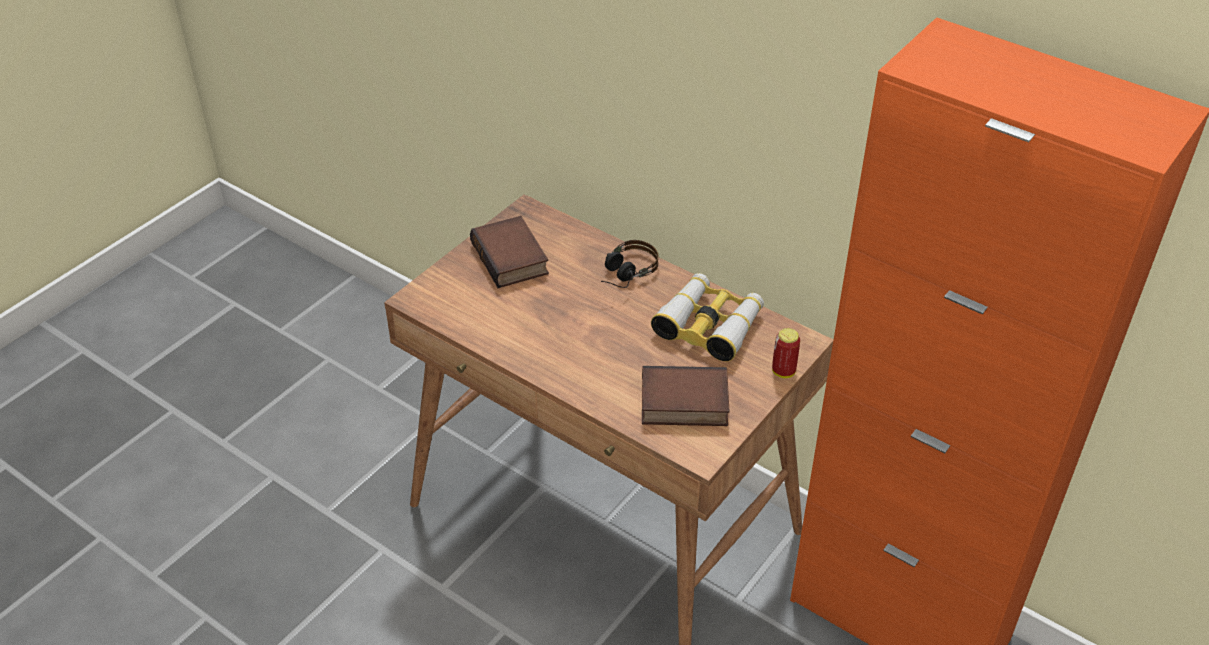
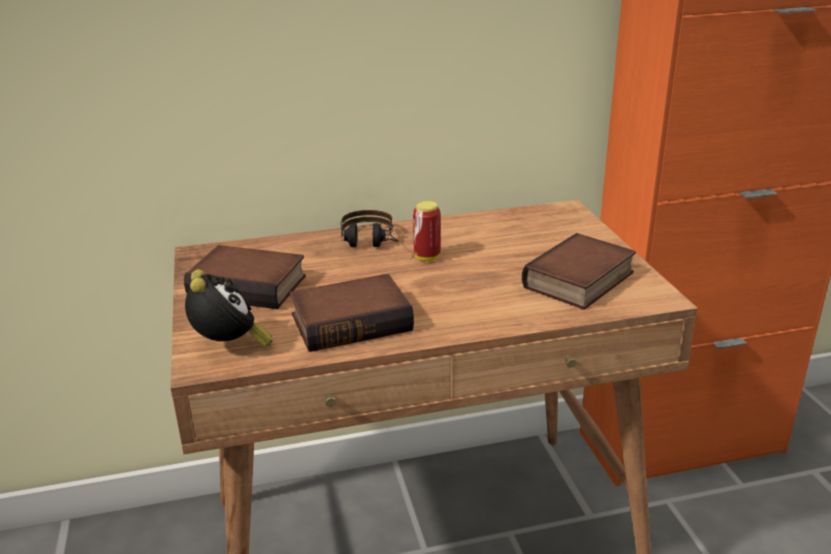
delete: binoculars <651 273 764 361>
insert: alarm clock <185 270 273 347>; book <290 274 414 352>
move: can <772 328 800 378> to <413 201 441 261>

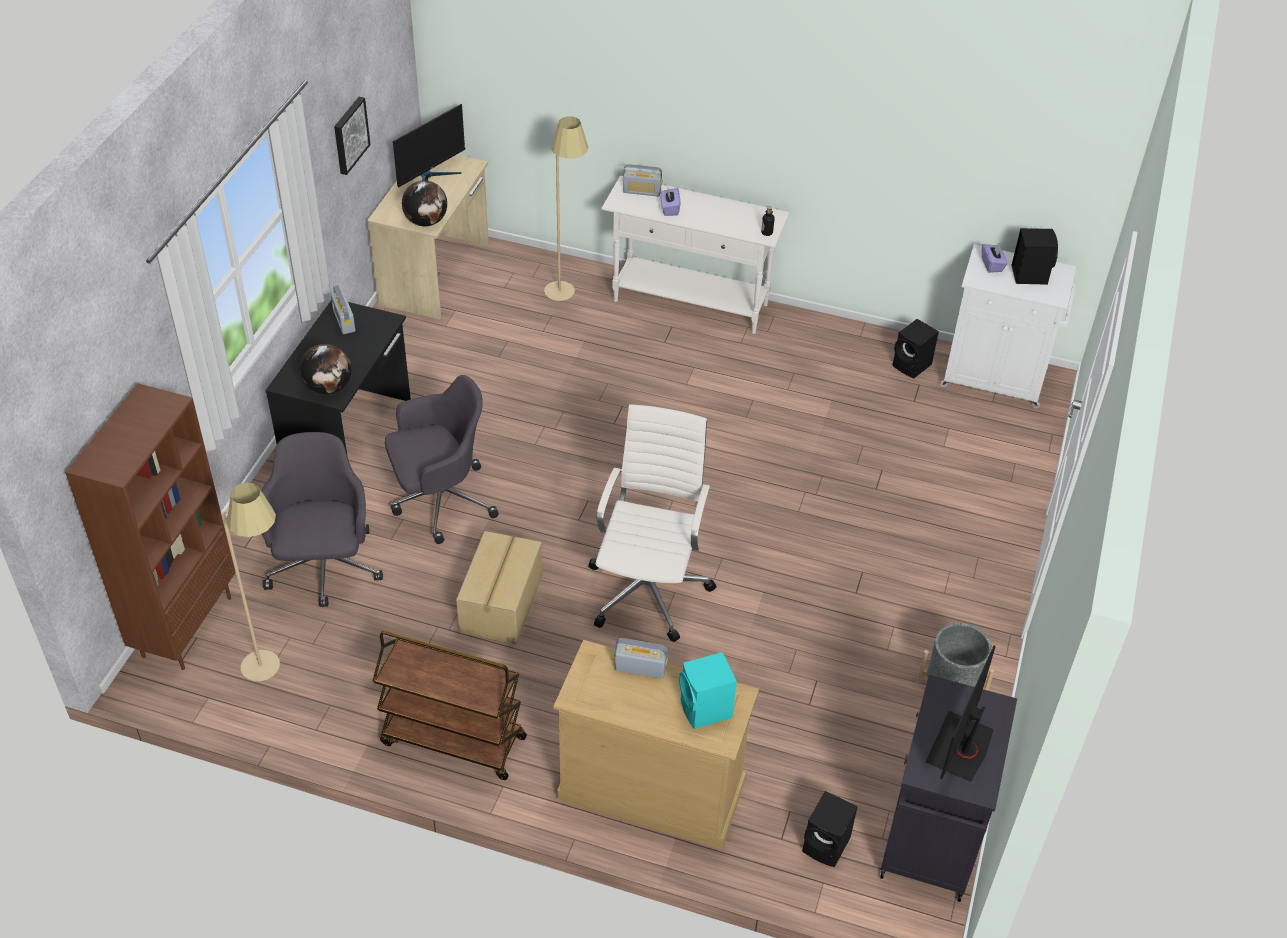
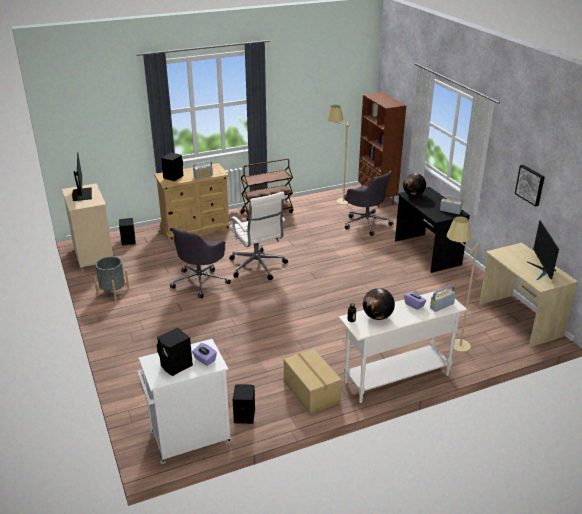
move: grey office chair <385 375 499 544> to <170 228 231 298>; cardboard box <456 531 542 644> to <284 349 342 415>; globe <402 181 447 227> to <363 288 395 320>
recolor: black cabinet <880 675 1017 902> to beige cabinet <62 183 113 272>; turquoise speaker <679 652 737 729> to black speaker <161 153 183 181>

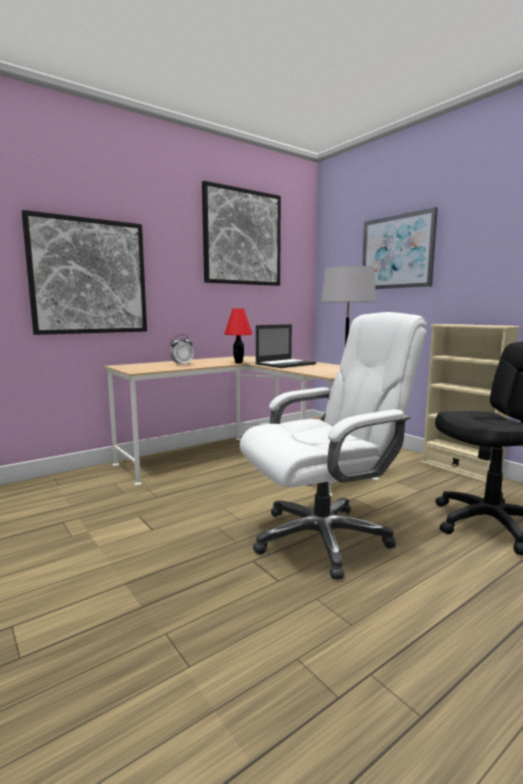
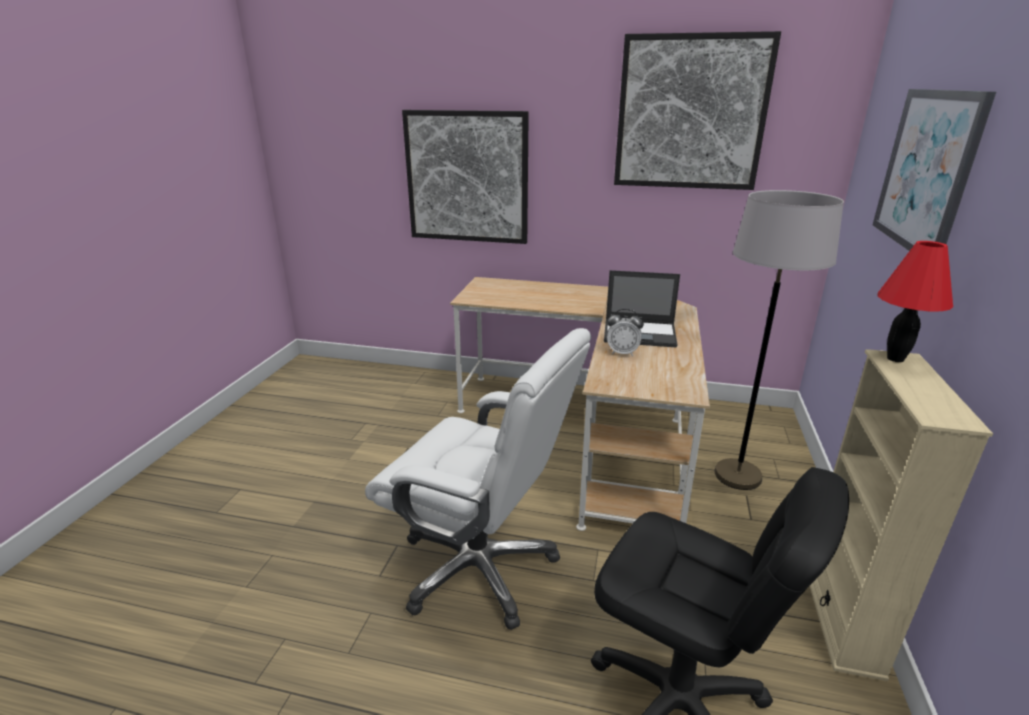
move: alarm clock <170 334 194 366> to <607 309 644 356>; red table lamp <224 309 252 364> to <878 241 953 362>

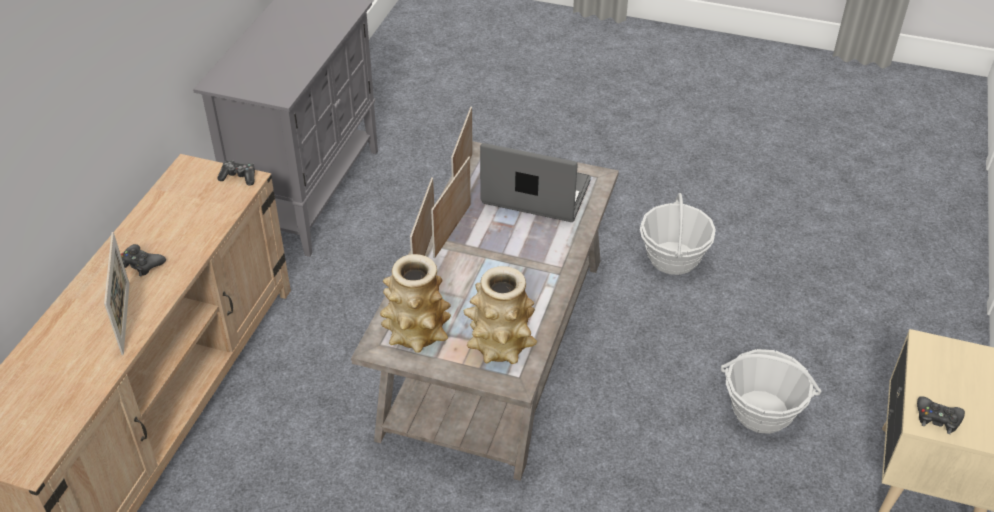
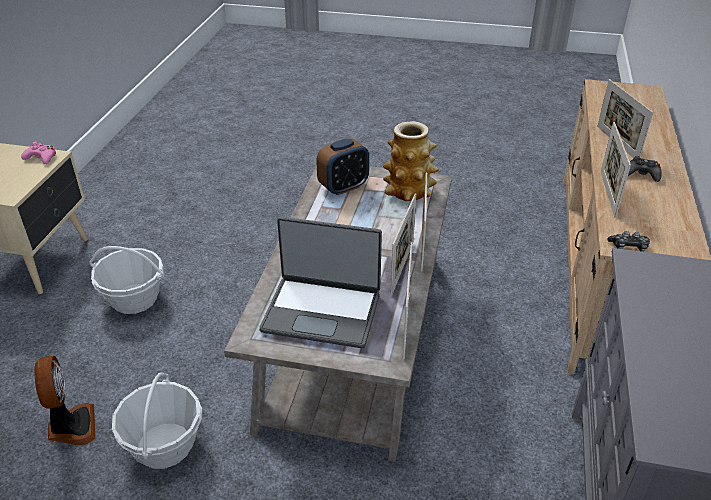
insert: fan <34 356 95 445>; picture frame <601 122 631 218>
replace: vase <464 266 537 364> to alarm clock <316 138 369 196>
recolor: black game controller <917 396 965 434> to pink game controller <21 141 56 164>

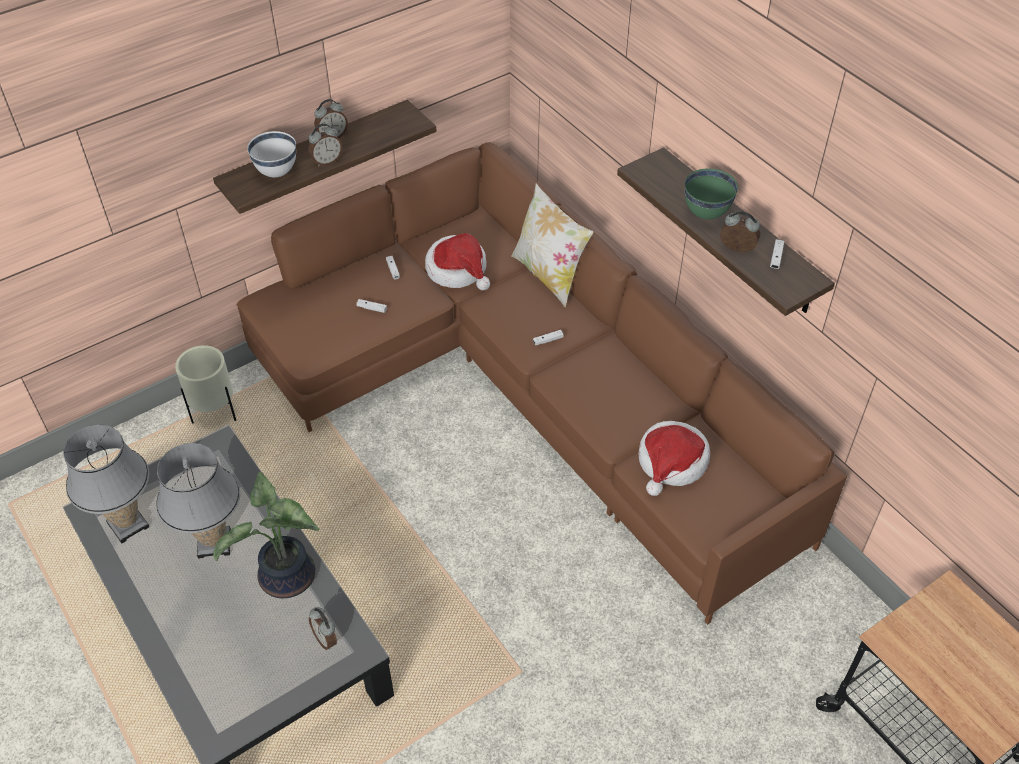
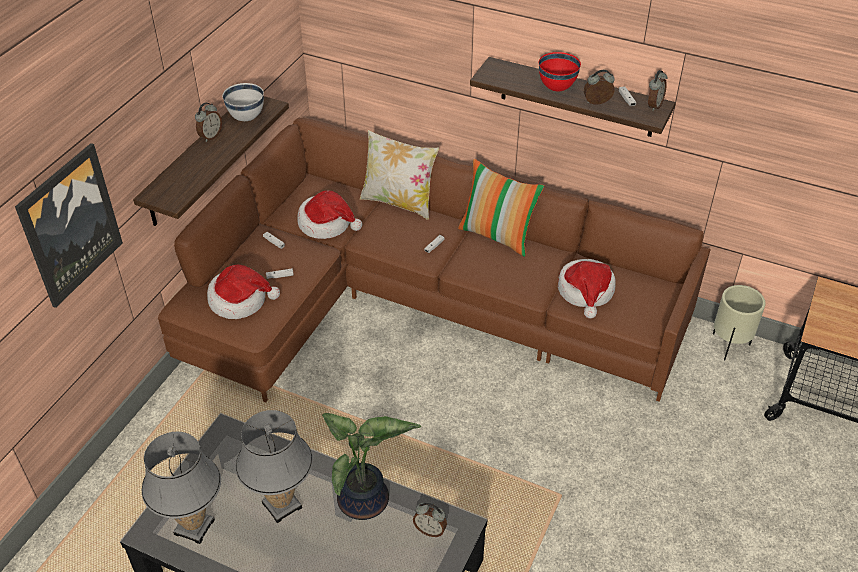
insert: picture <15 143 123 308>; hat <207 264 280 319>; pillow <458 159 544 257>
move: white bowl <247 131 296 178> to <222 83 264 121>; alarm clock <308 124 343 166> to <648 70 667 111>; beige planter <175 345 236 424> to <713 285 765 360>
recolor: green bowl <685 168 738 219> to red bowl <539 52 581 91>

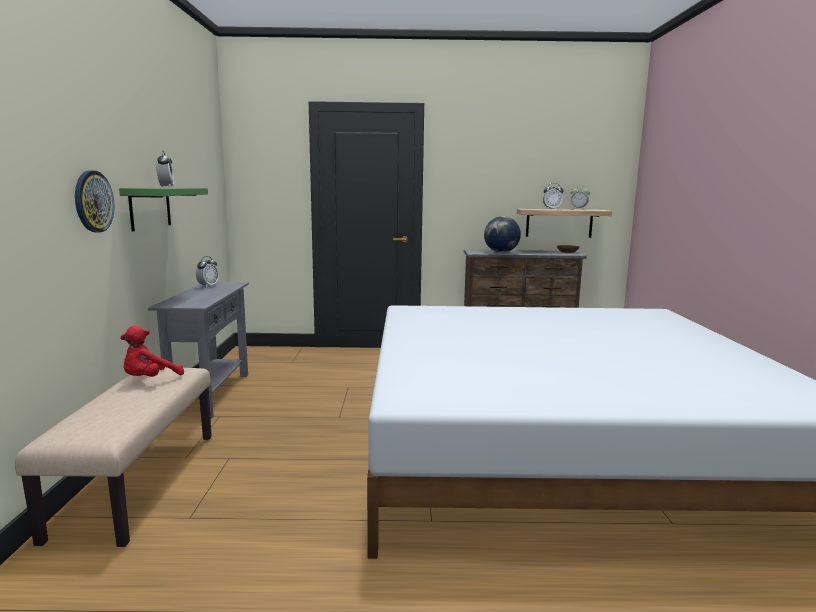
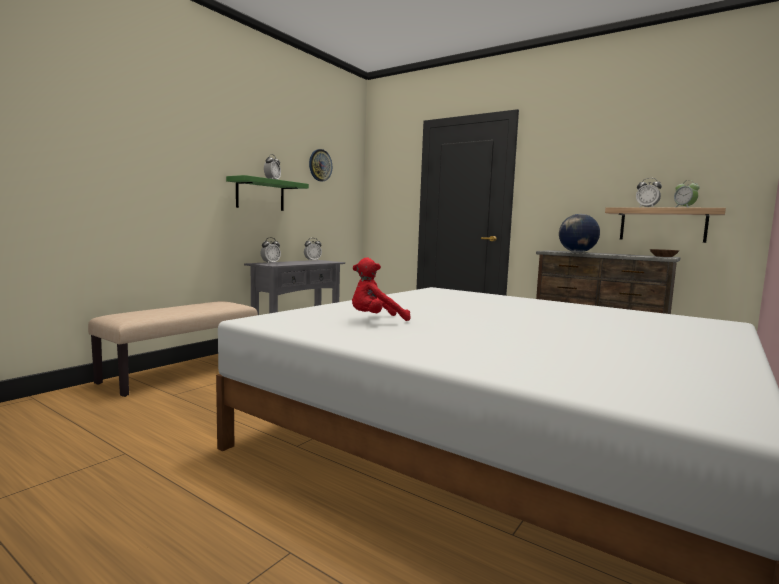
insert: alarm clock <261 237 281 263>
move: wall clock <75 171 115 233> to <309 149 332 181>; red plush toy <120 326 184 377> to <352 257 411 321>

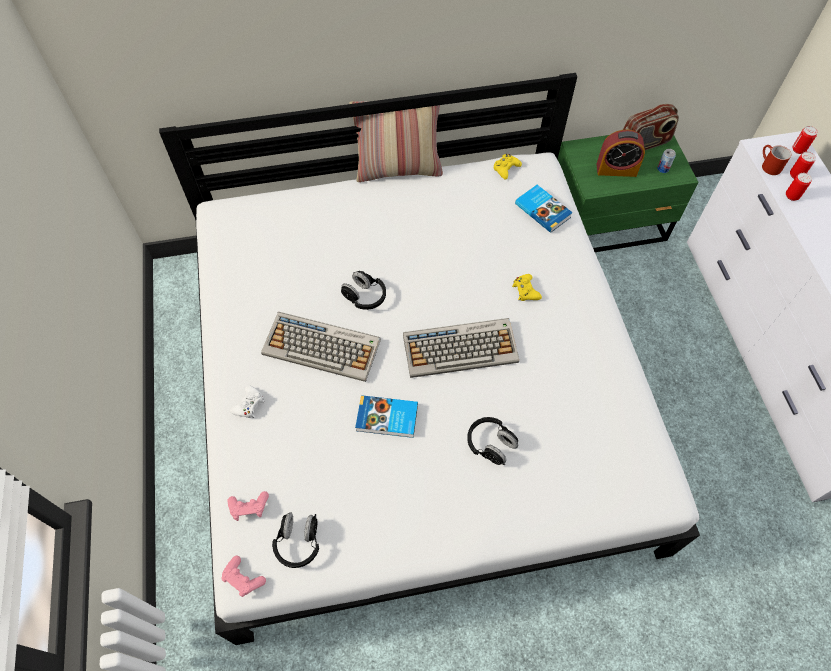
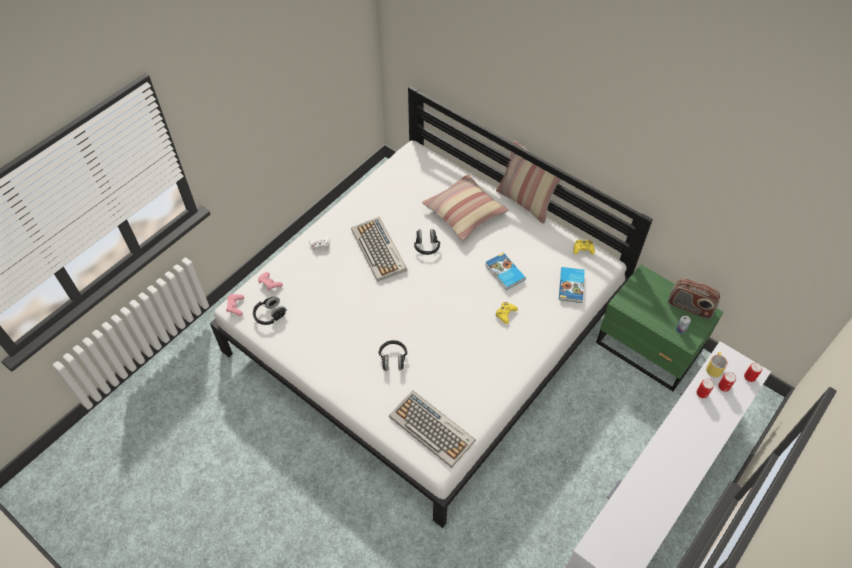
delete: alarm clock <597 130 645 177>
insert: pillow <422 174 509 241>
move: keyboard <403 318 519 378> to <389 390 476 468>; book <355 395 418 438> to <485 253 526 290>
recolor: red mug <762 145 791 175> to yellow mug <706 352 728 377>

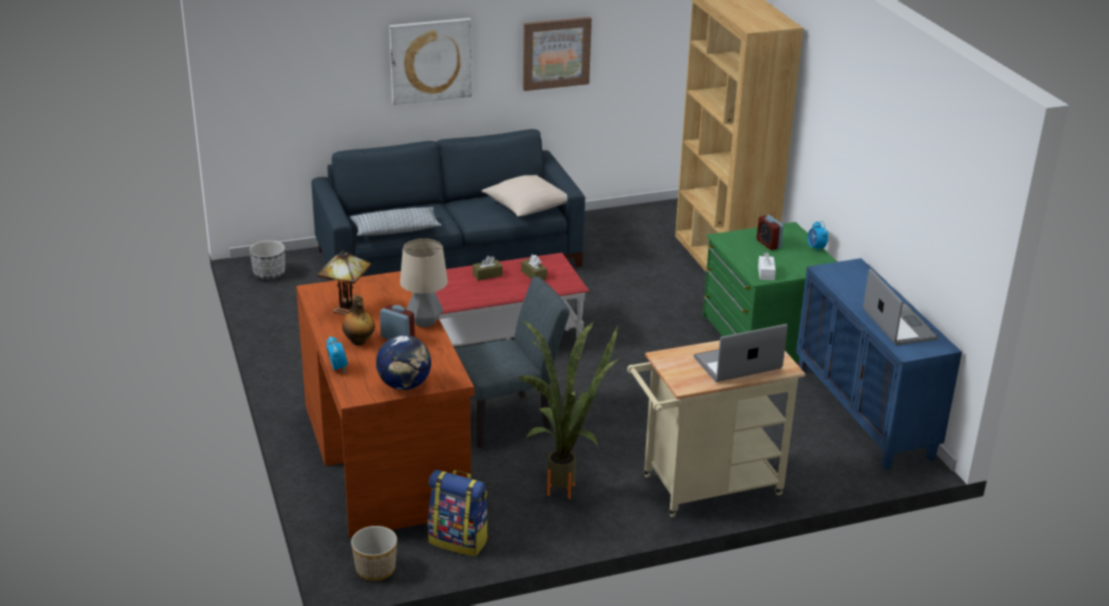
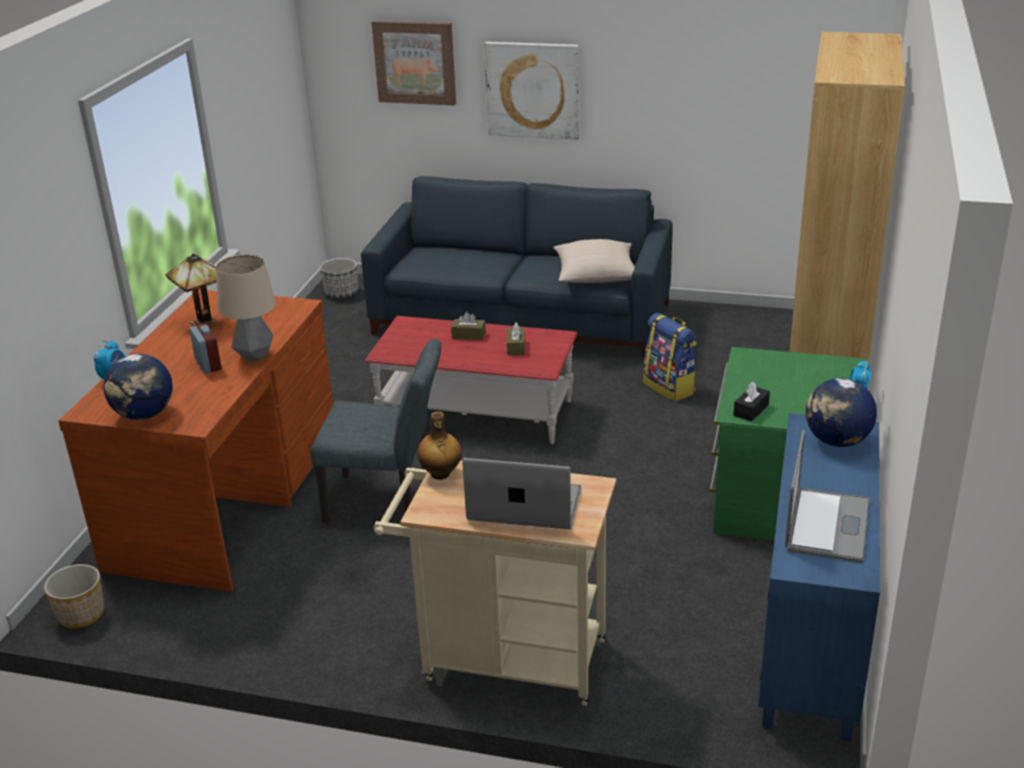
delete: pillow <350 207 441 236>; potted plant <519 321 621 499>; alarm clock <757 215 784 250>
insert: globe <806 378 877 447>
move: picture <523 17 592 91> to <371 20 456 106>; bottle <342 295 375 345> to <417 412 462 480>; backpack <428 470 488 556> to <643 313 697 402>
recolor: white tissue box <758 252 776 280> to black tissue box <733 382 770 422>

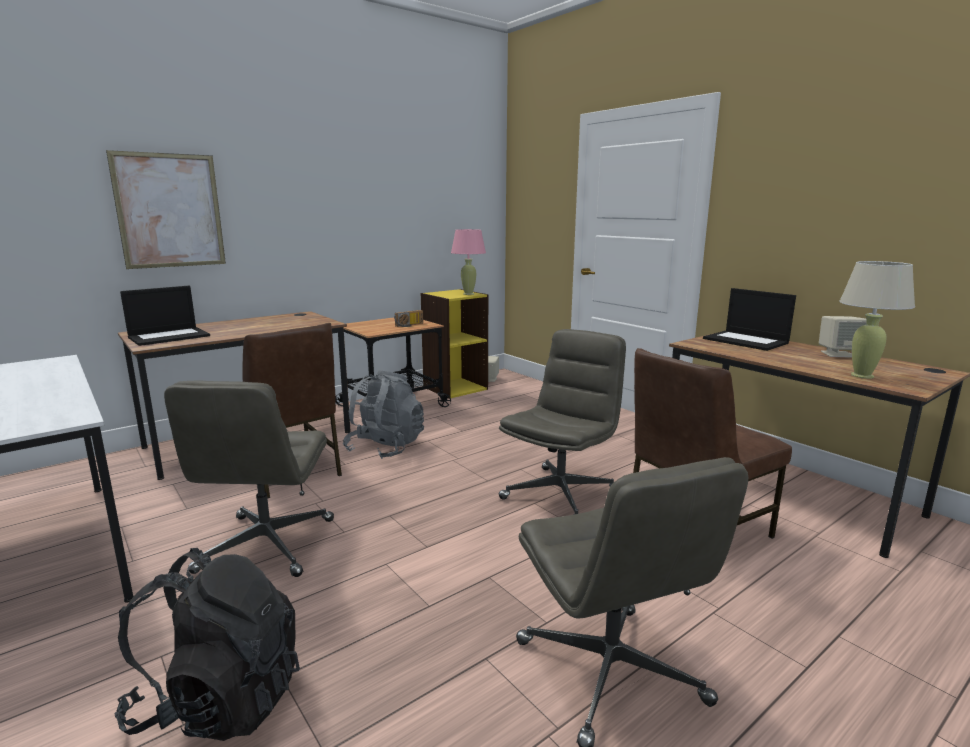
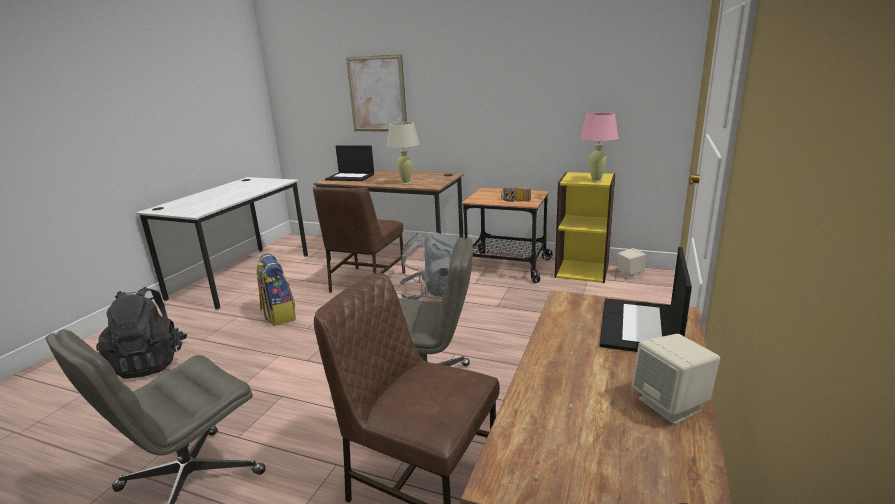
move: beige table lamp <839 261 915 379> to <387 122 420 184>
replace: grey office chair <164 381 334 577> to backpack <257 253 296 325>

